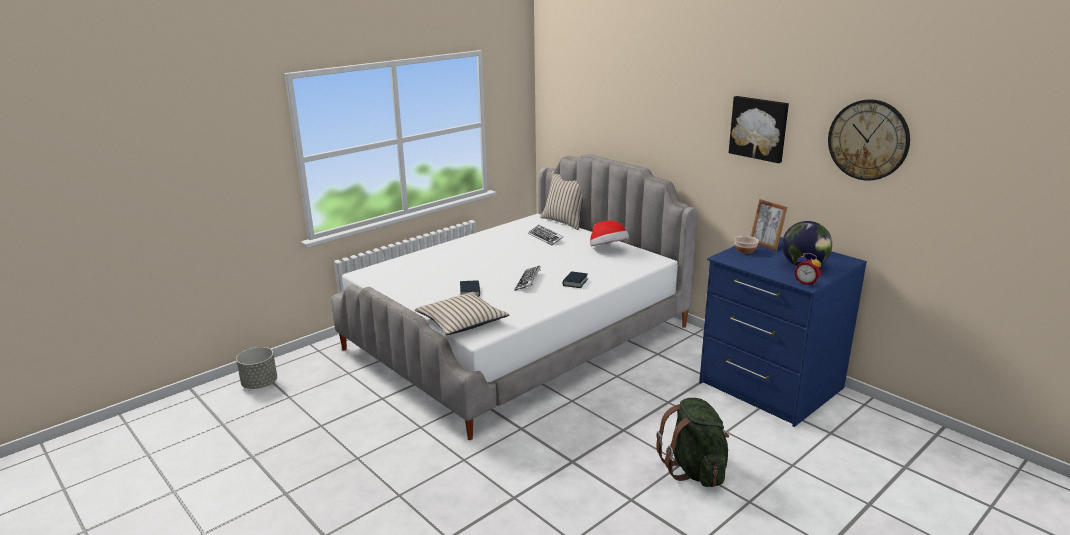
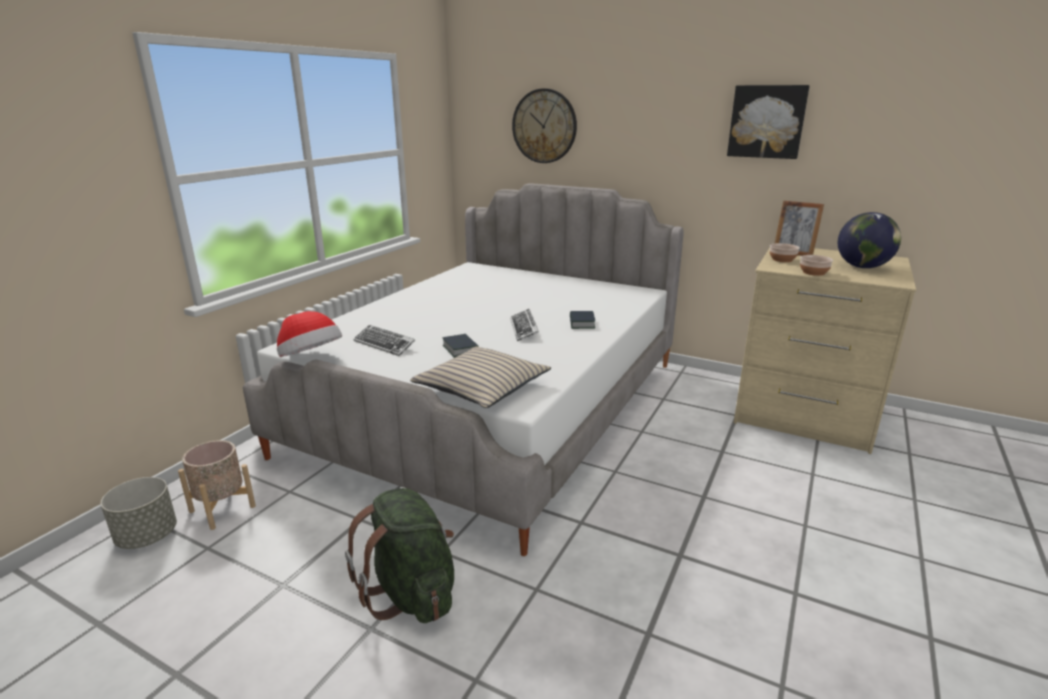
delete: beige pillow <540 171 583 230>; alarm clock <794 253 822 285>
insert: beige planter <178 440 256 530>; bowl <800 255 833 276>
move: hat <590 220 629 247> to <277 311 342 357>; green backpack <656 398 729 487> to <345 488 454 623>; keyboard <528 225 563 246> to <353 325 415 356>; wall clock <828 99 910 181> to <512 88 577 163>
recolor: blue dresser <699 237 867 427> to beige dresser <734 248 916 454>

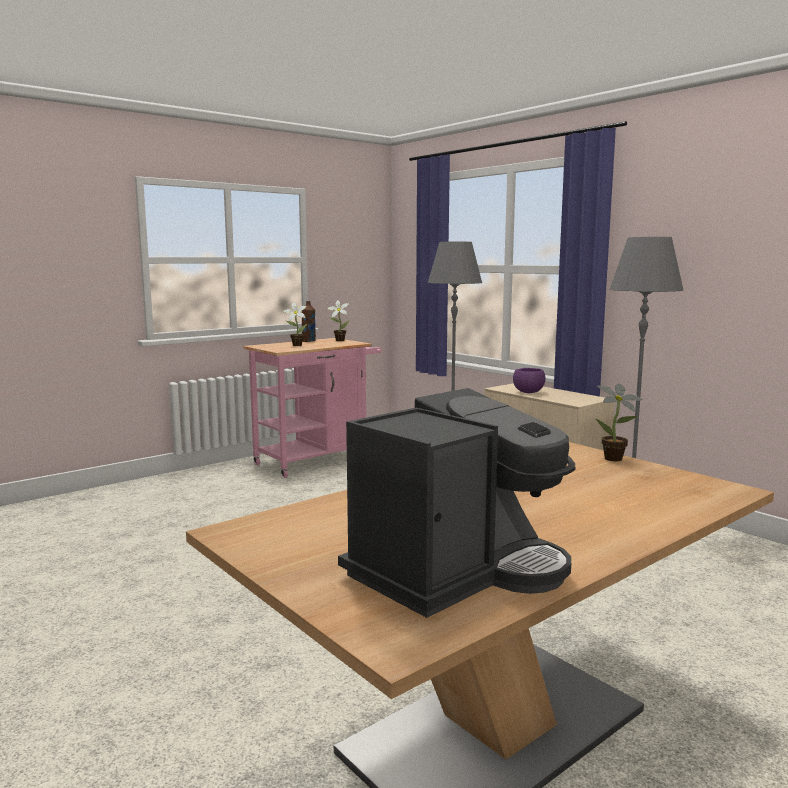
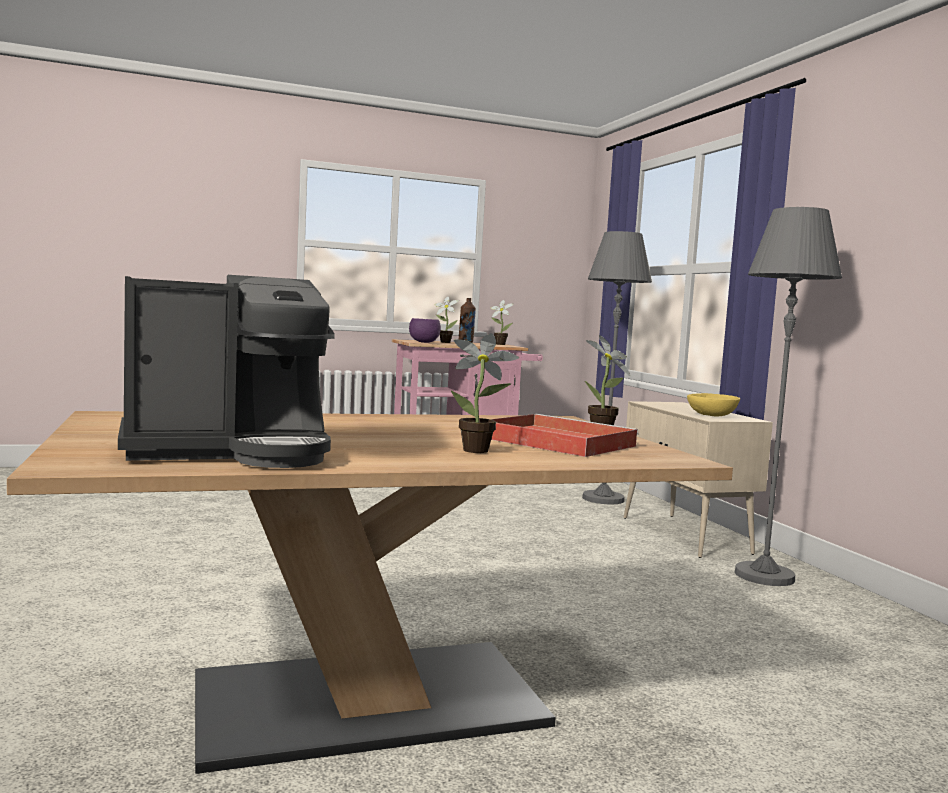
insert: potted plant <451 333 519 453>; red tray <491 414 639 457>; yellow bowl <687 393 740 416>
move: purple bowl <513 368 545 393> to <409 318 441 343>

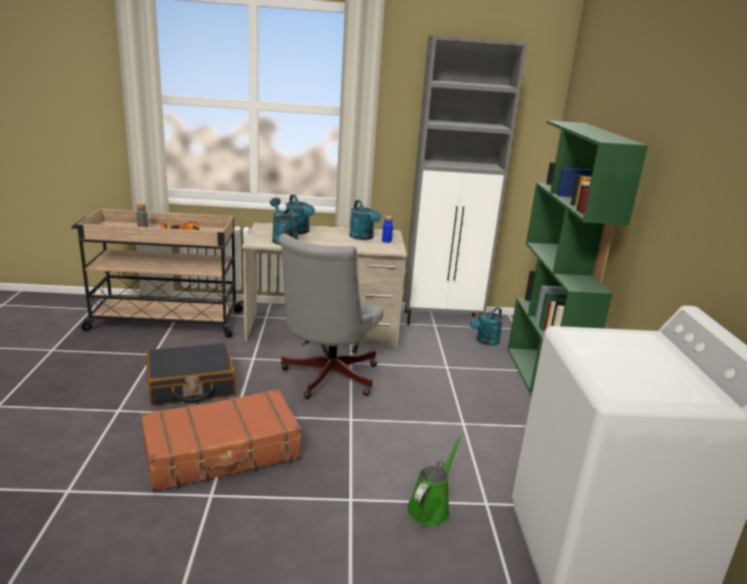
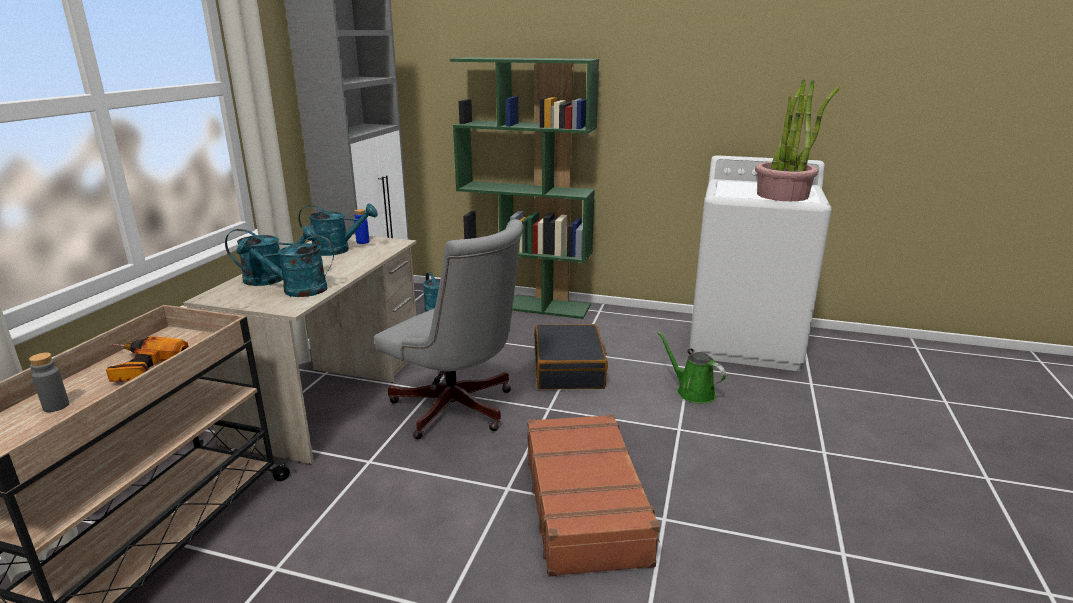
insert: potted plant <755 80 840 201>
move: black suitcase <146 343 236 405> to <534 324 608 389>

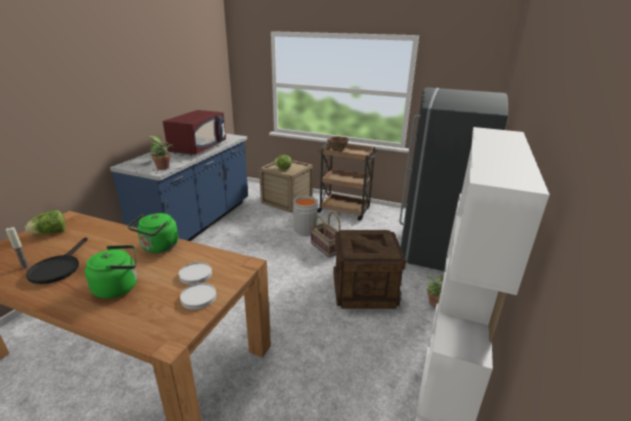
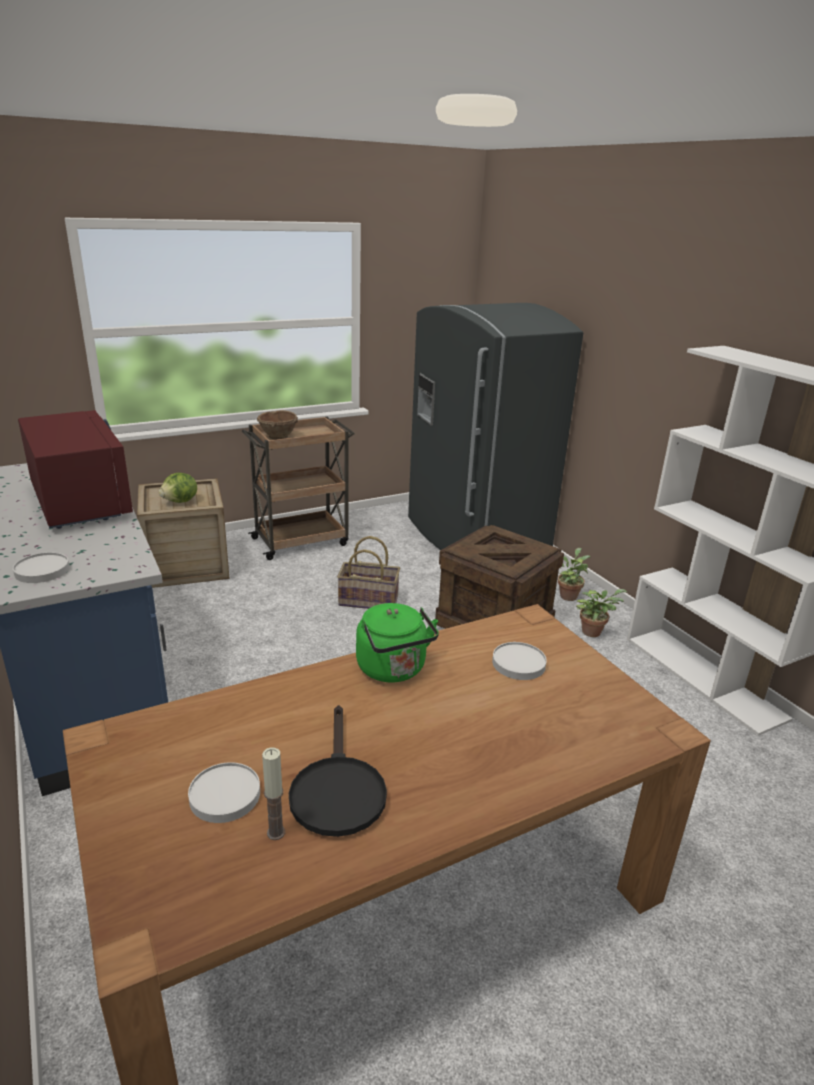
delete: lettuce <25 210 66 234>; green kettle <85 245 137 299>; grey bucket <289 196 318 235>
move: white plate <180 283 216 310> to <188 762 260 823>; potted plant <147 136 173 170> to <576 589 627 637>
rotate: black frying pan <26 237 88 284> = <289 705 387 837> 45 degrees clockwise

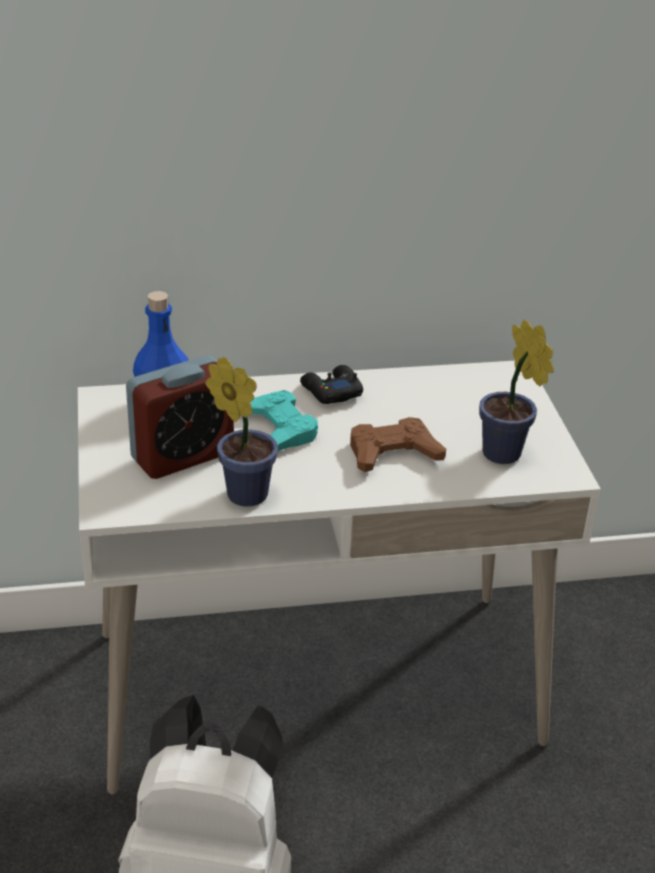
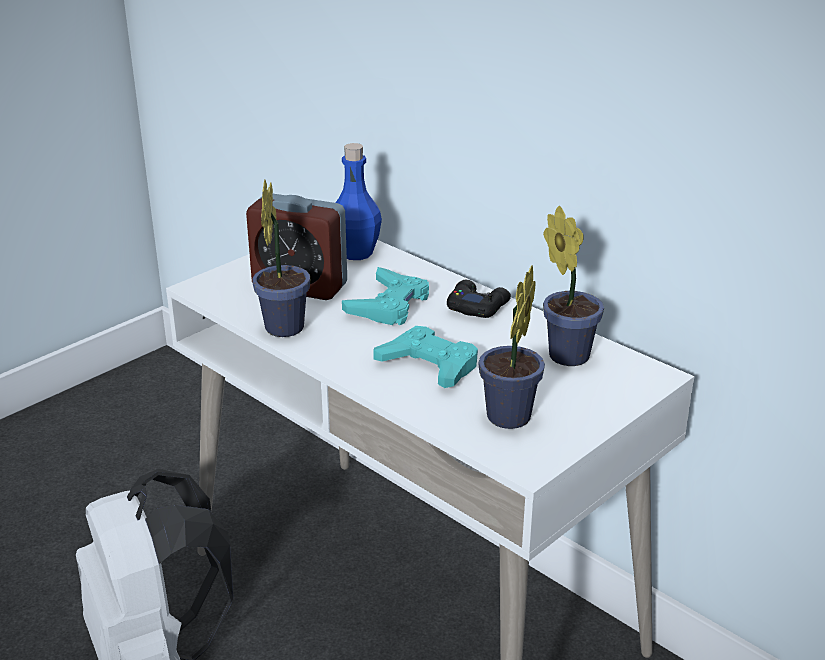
insert: potted plant <543 205 604 366>
recolor: brown game controller <350 417 446 472> to turquoise game controller <373 326 478 388>

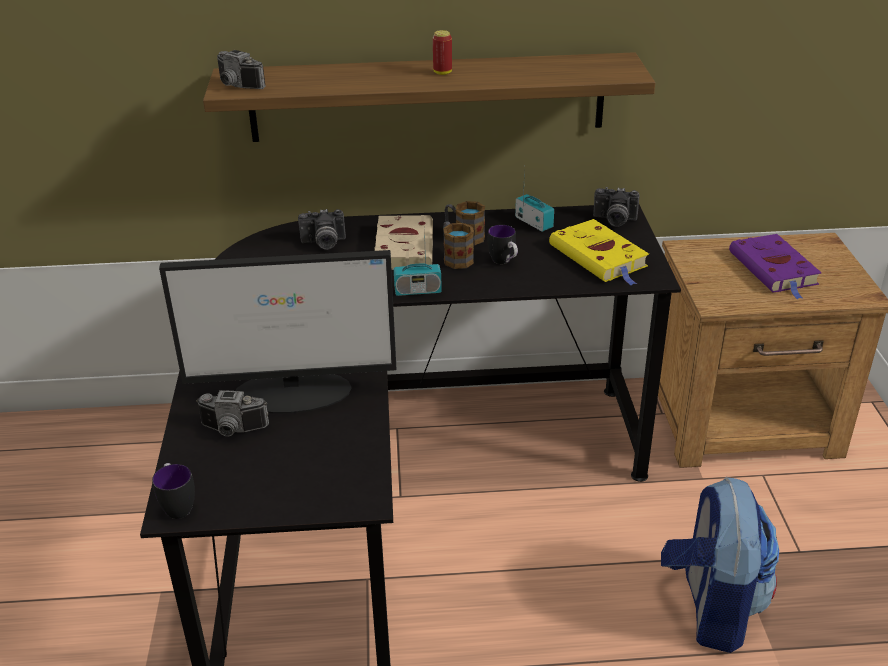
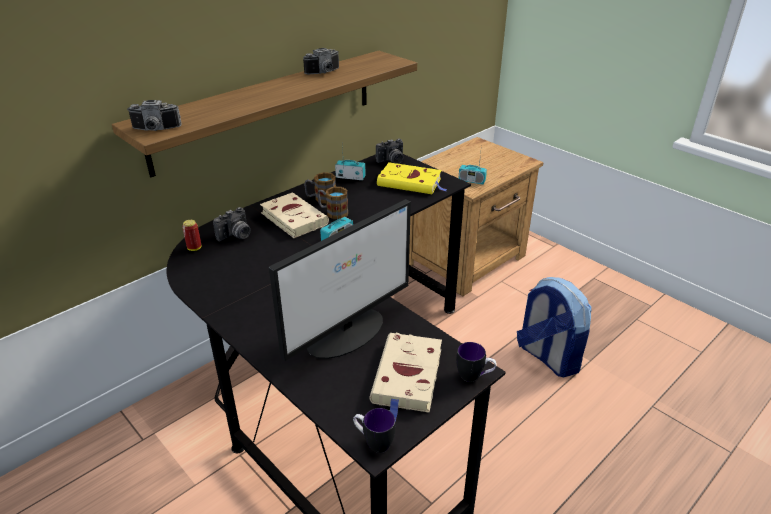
delete: purple book <729 234 822 299>
insert: beige book <370 333 442 423>; radio <459 144 487 185>
move: can <433 30 452 75> to <182 220 201 251>; photo camera <196 390 269 436> to <303 48 339 75>; mug <488 225 518 264> to <456 342 497 382>

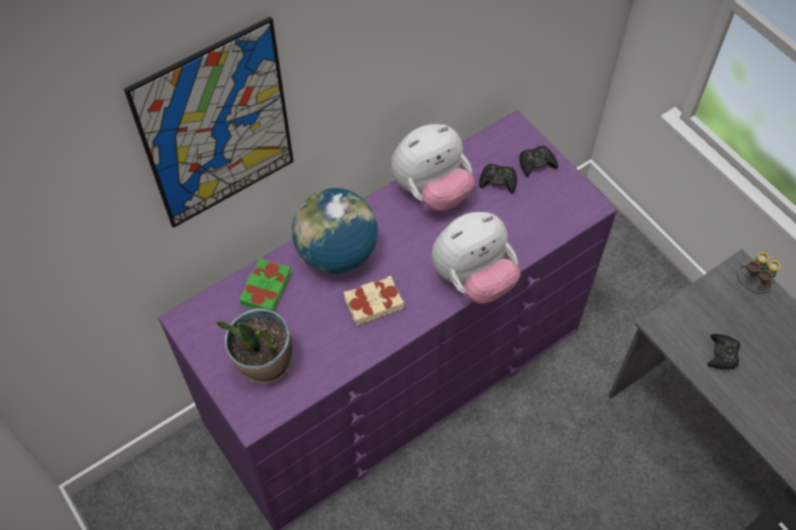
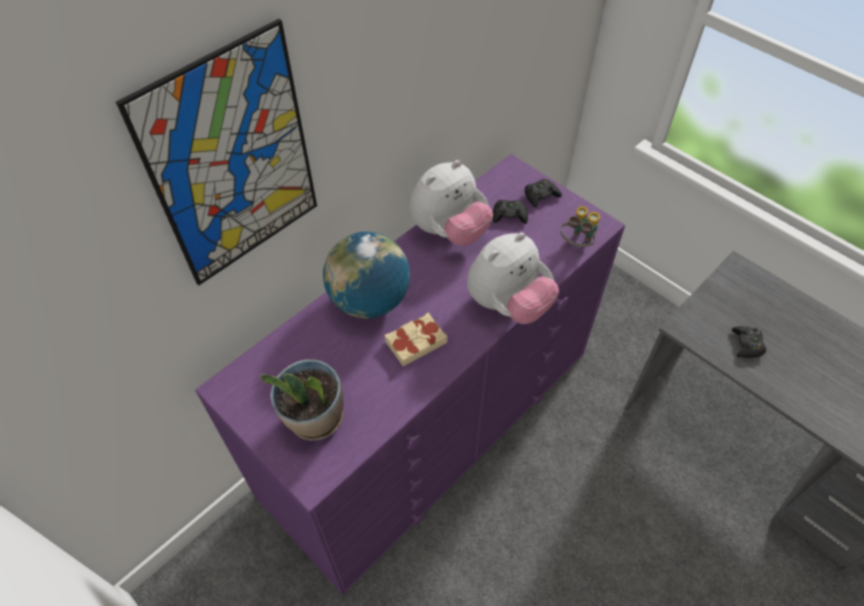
delete: green book <239 258 291 311>
move: binoculars <737 252 780 294> to <560 206 600 247>

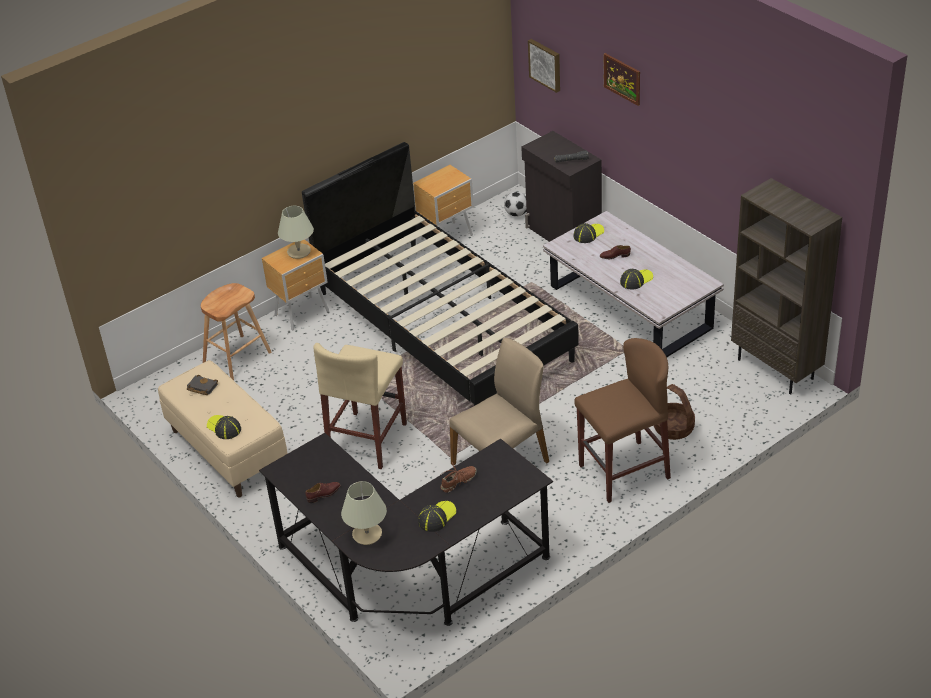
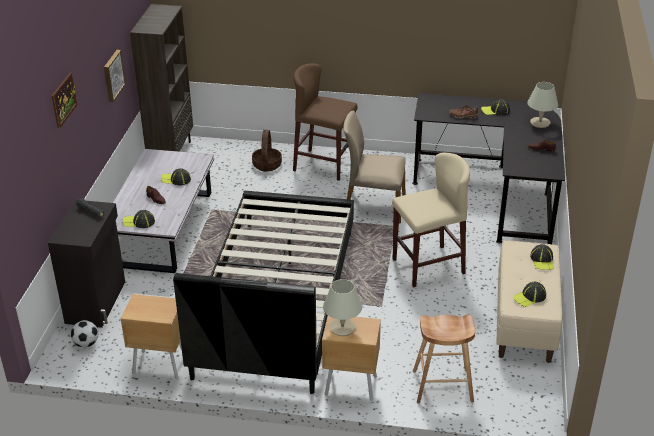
move: picture <528 39 560 93> to <104 50 126 102>
replace: black book <187 375 218 395> to cap <513 282 546 307>

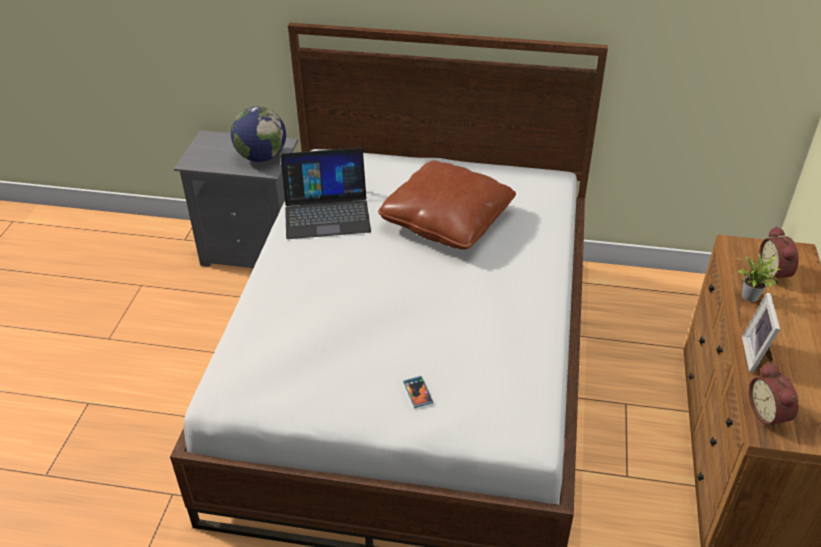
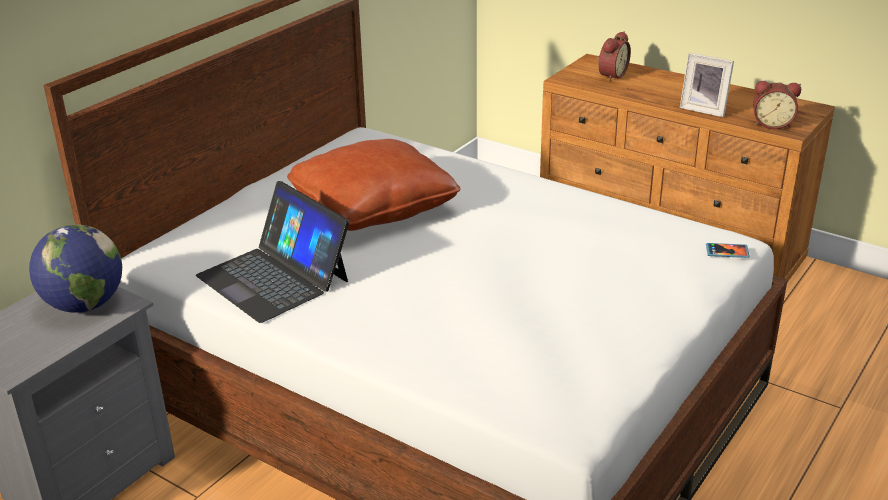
delete: potted plant <737 253 782 302>
move: phone <403 376 433 408> to <706 243 750 258>
rotate: laptop <280 148 371 239> = <196 181 349 323> 120 degrees clockwise; alarm clock <759 226 799 284> = <598 31 631 81> 75 degrees counterclockwise

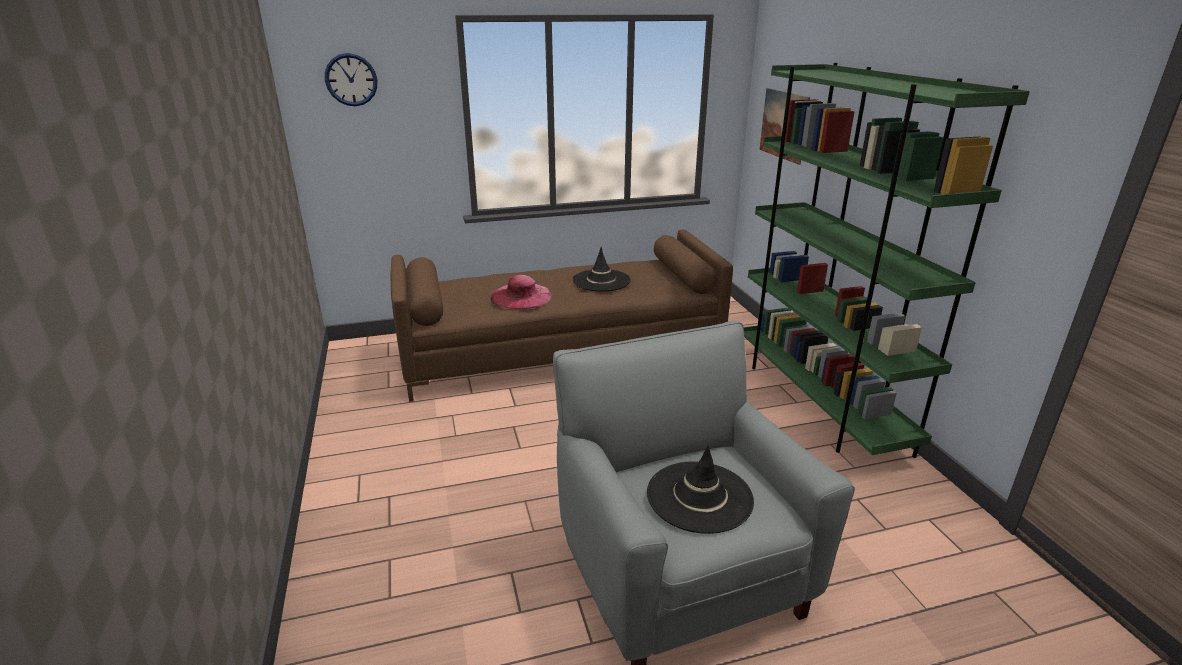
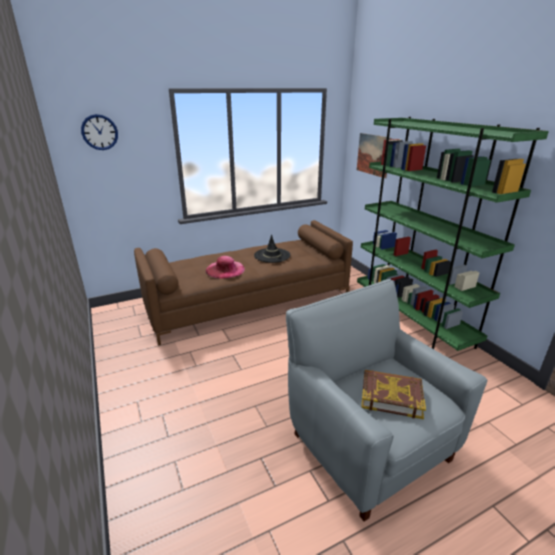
replace: black hat <647 445 754 534> to book <361 370 426 419>

